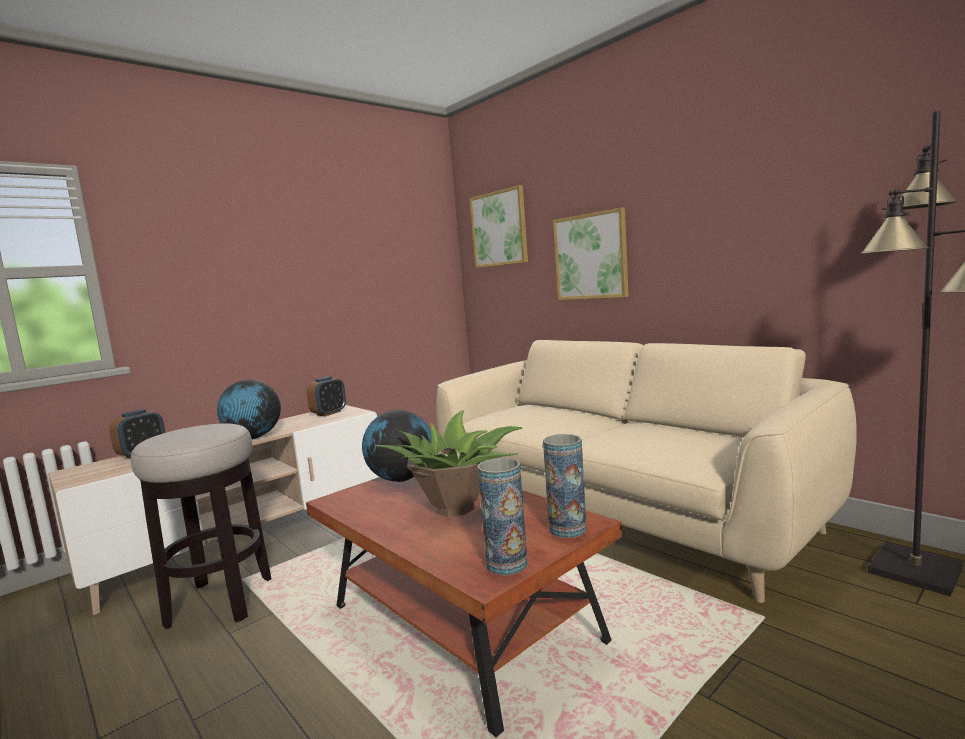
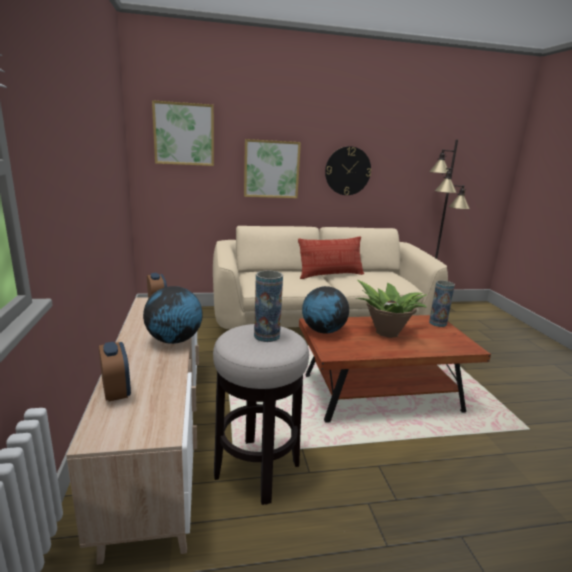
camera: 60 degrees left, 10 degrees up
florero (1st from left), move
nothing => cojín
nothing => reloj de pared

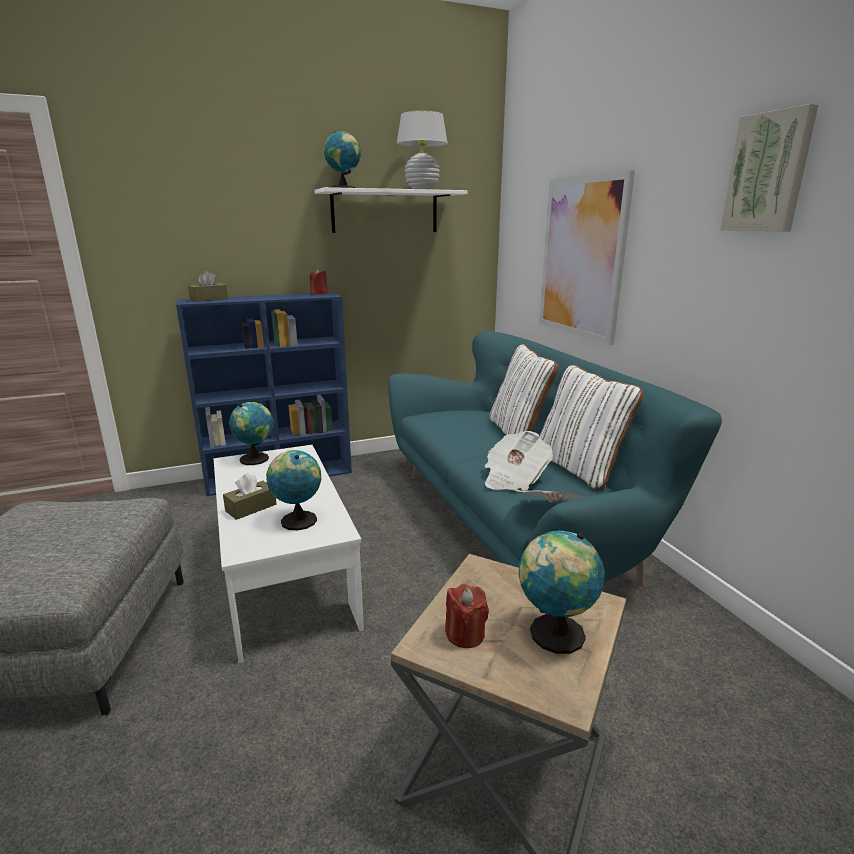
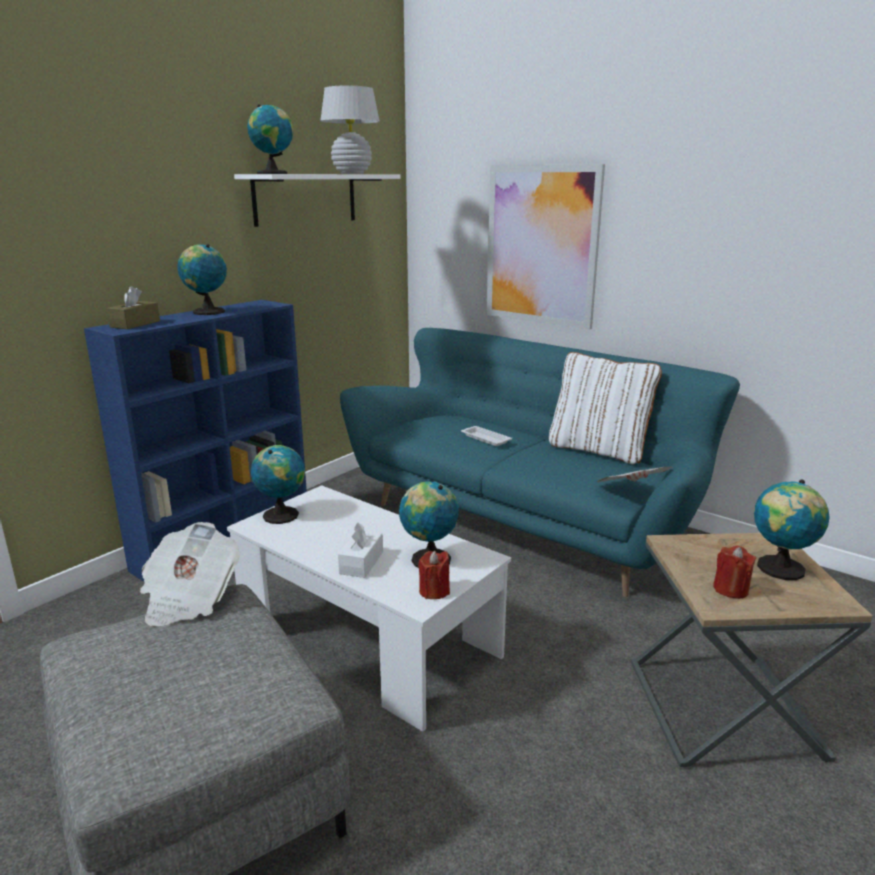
camera: 30 degrees left, 0 degrees up
caja de pañuelos/marrón (2nd from left) => caja de pañuelos/blanco
vela/rojo (1st from left), move
periódico (1st from left), move
cojín/blanco (1st from left) => nothing
cuadro (2nd from left) => nothing
nothing => globo terráqueo (1st from left)
nothing => bandeja/blanco

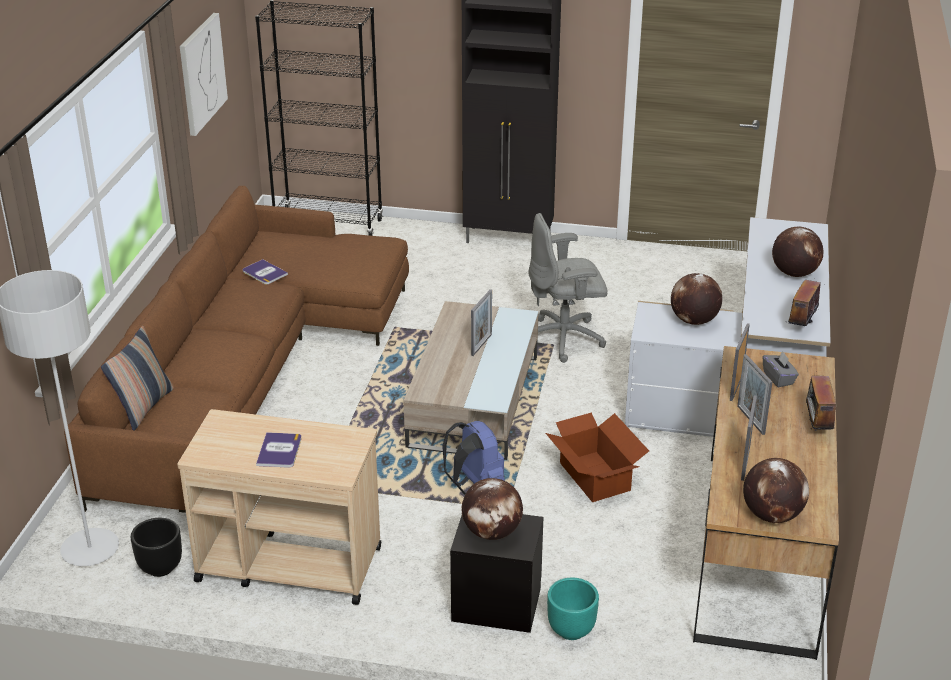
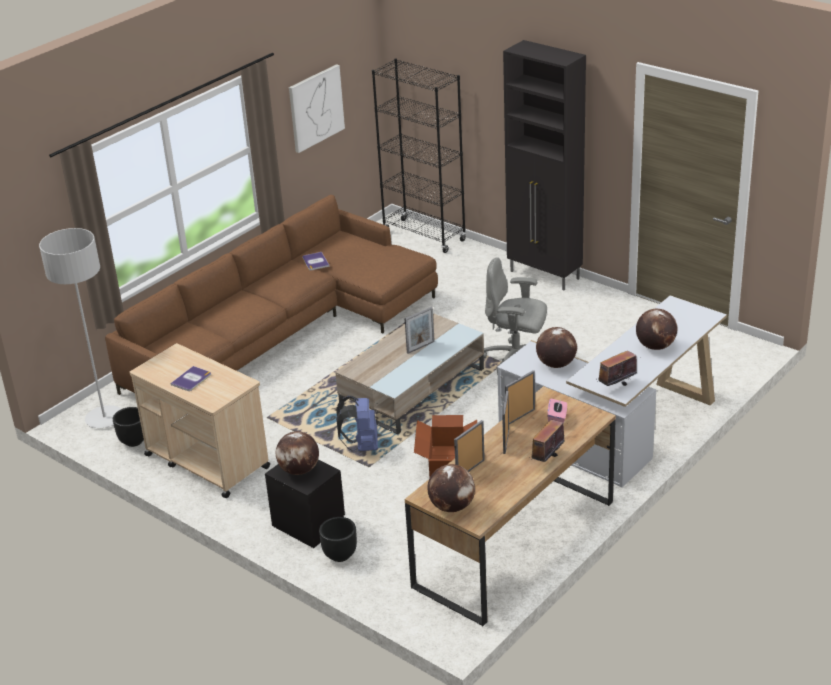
camera: 30 degrees right, 0 degrees up
cojín => nothing
maceta/turquesa => maceta/negro (2nd from left)
caja de pañuelos/gris => caja de pañuelos/rosa

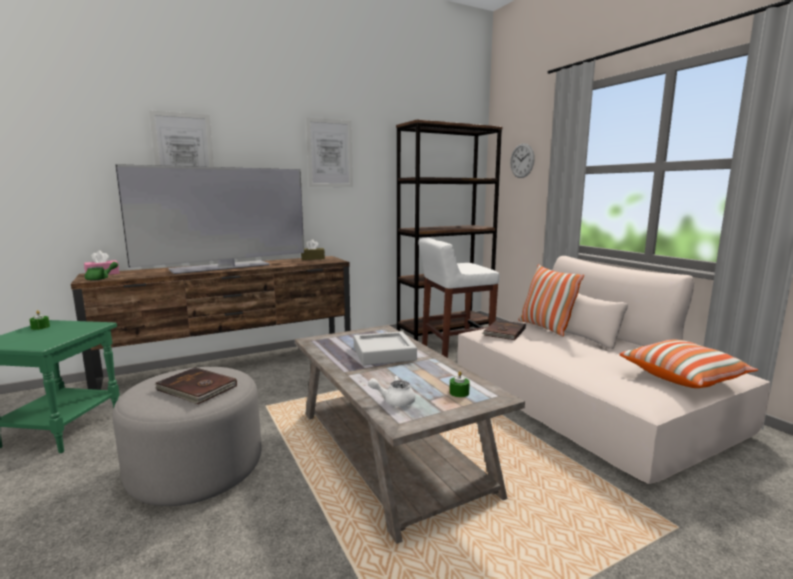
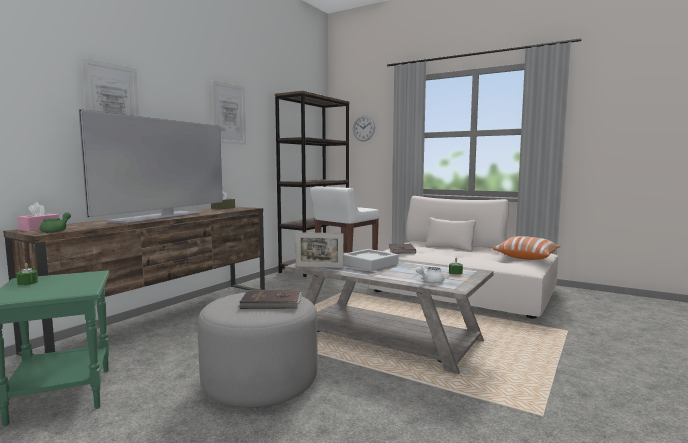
camera: 30 degrees left, 5 degrees down
cojín (1st from left) => nothing
nothing => portarretratos

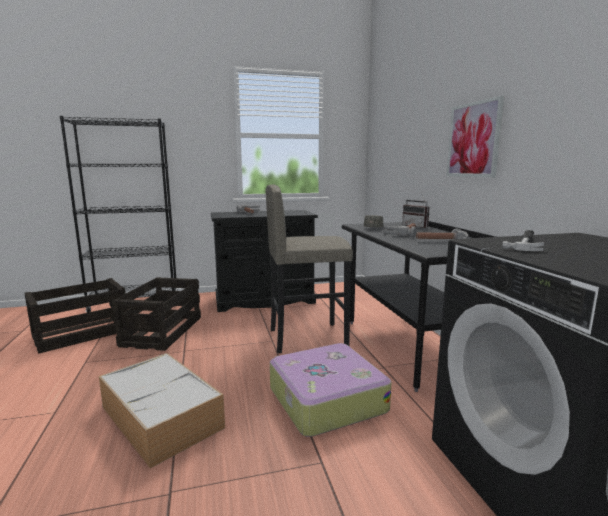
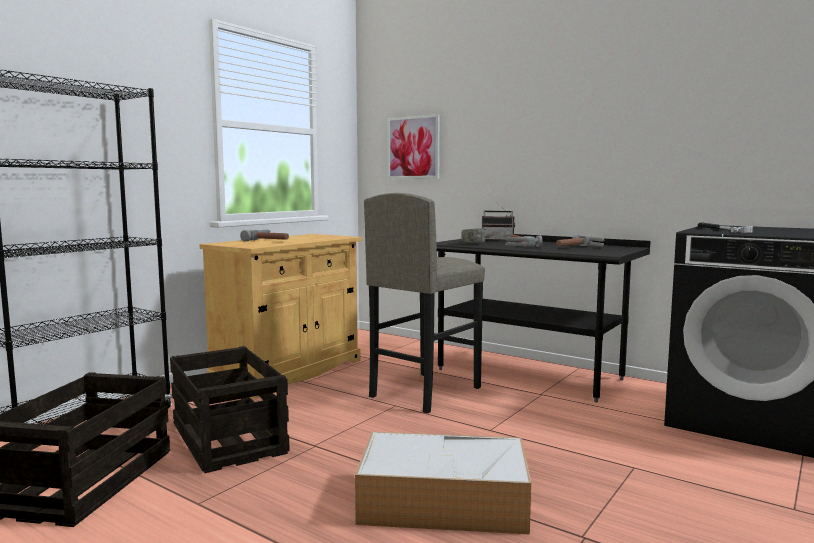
camera: 40 degrees left, 5 degrees down
armario/negro => armario/beis
maleta => nothing
cuadro, move

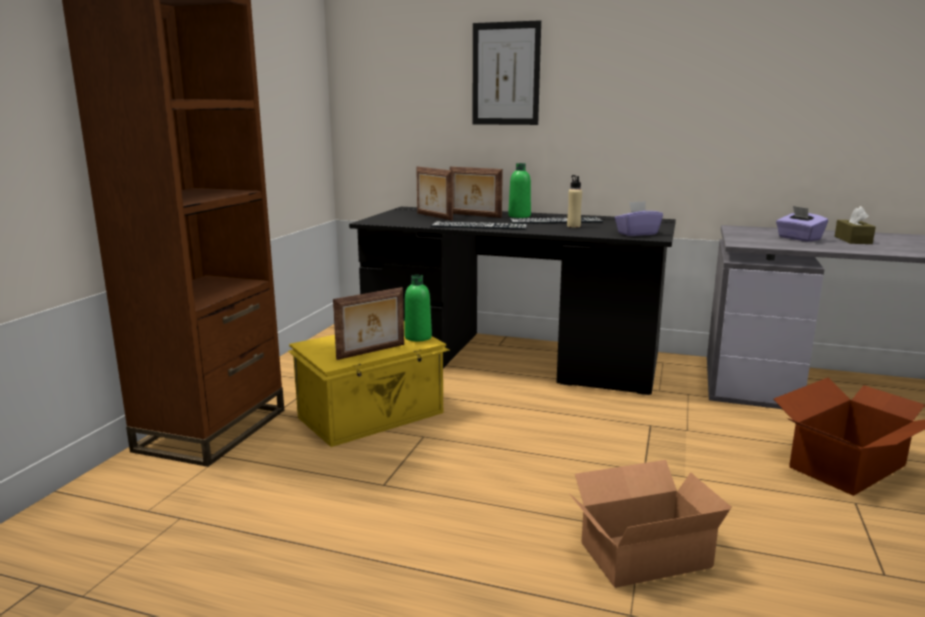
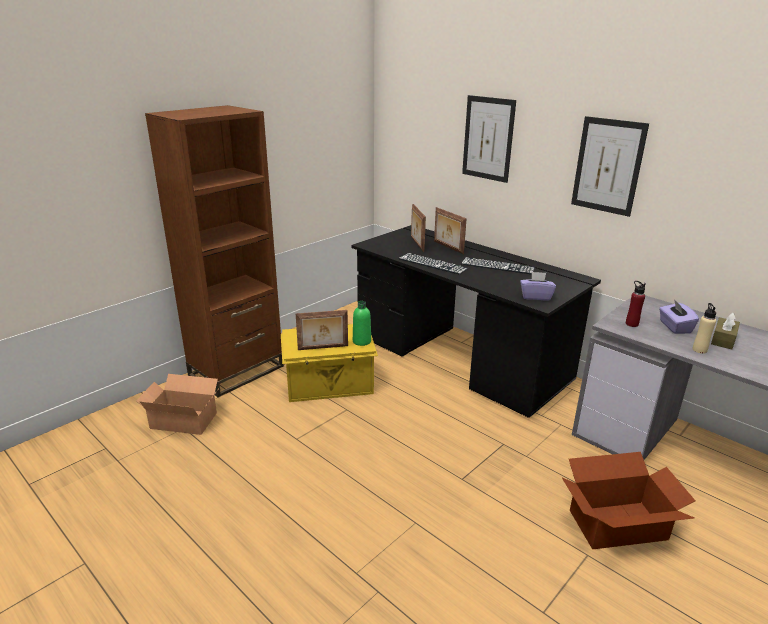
camera: 25 degrees right, 10 degrees up
botella/verde (2nd from left) => nothing
botella/beis, move
caja de cartón (1st from left), move
nothing => cuadro (2nd from left)
nothing => botella/rojo

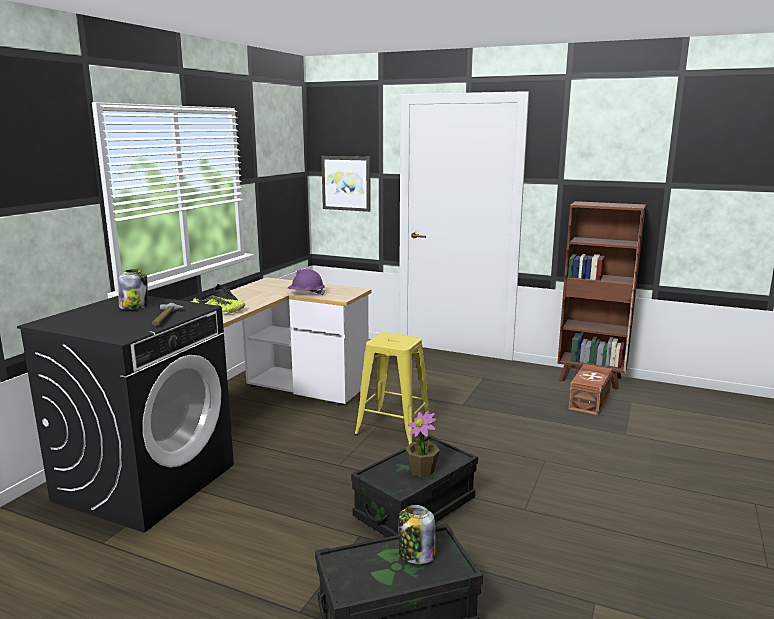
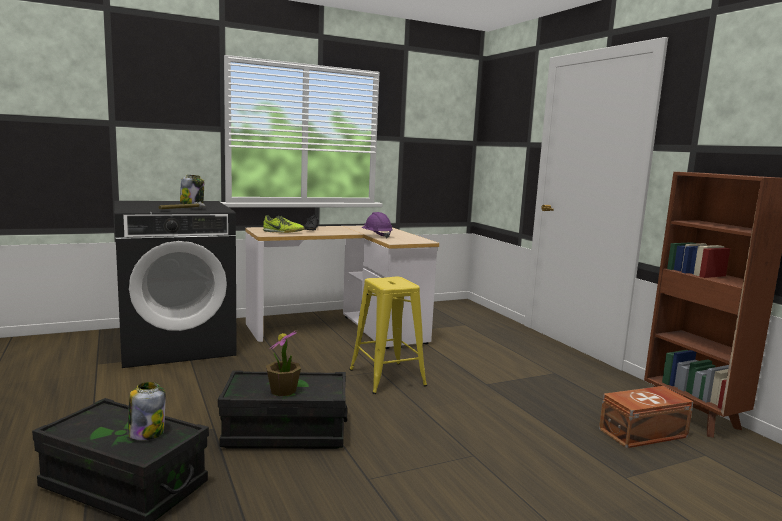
camera: 40 degrees right, 5 degrees down
cuadro => nothing

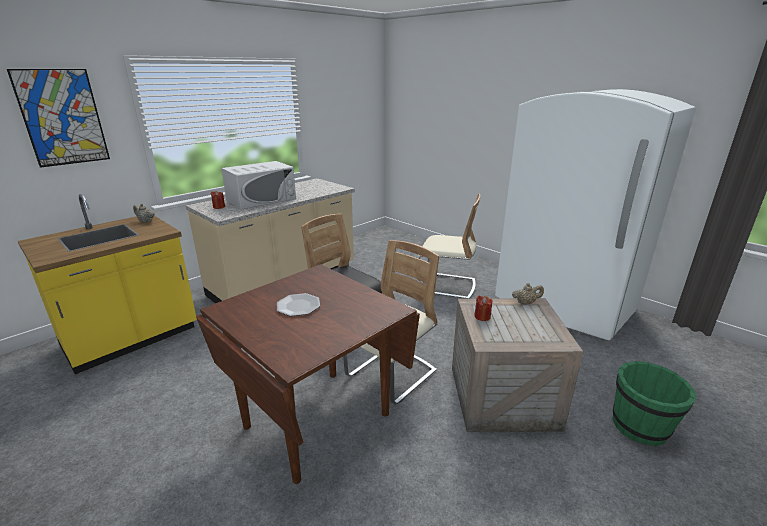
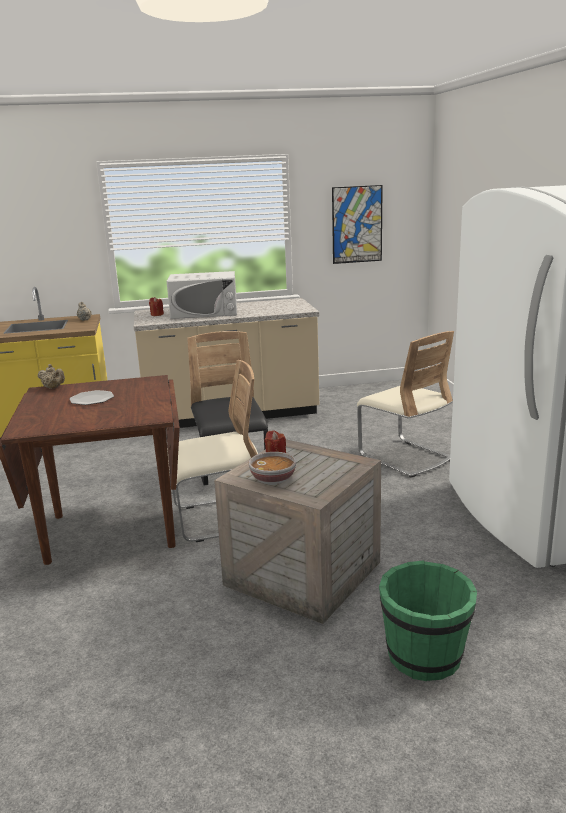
camera: 35 degrees right, 5 degrees down
cuadro, move
tetera/beis (2nd from left in the first image) => tetera/beis (1st from left), move
nothing => cuenco

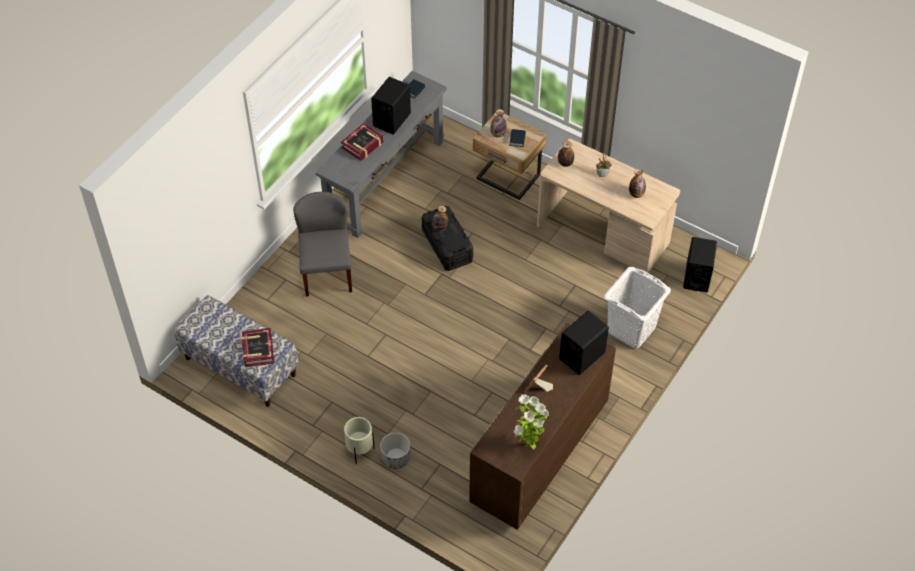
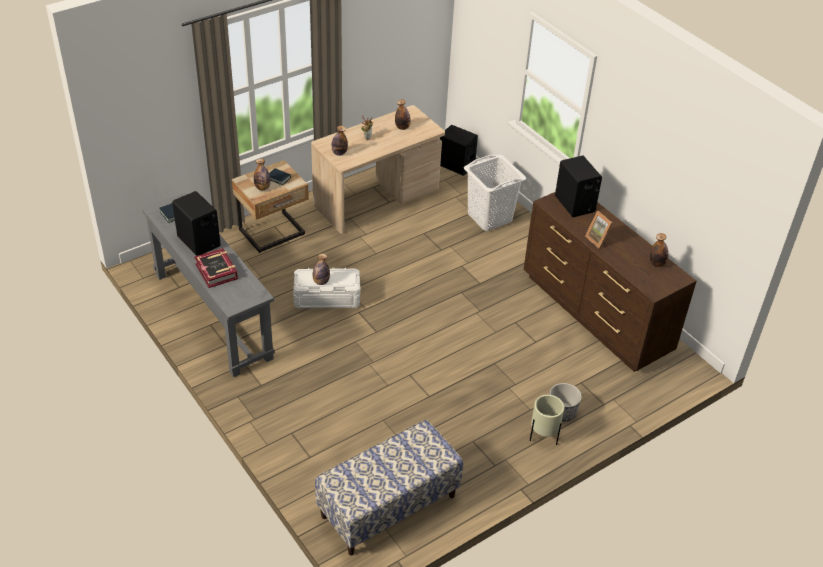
camera: 70 degrees left, 10 degrees down
libro (1st from left) => nothing
silla/gris => nothing
caja de almacenaje/negro => caja de almacenaje/blanco
planta en maceta (1st from left) => botella (5th from left)

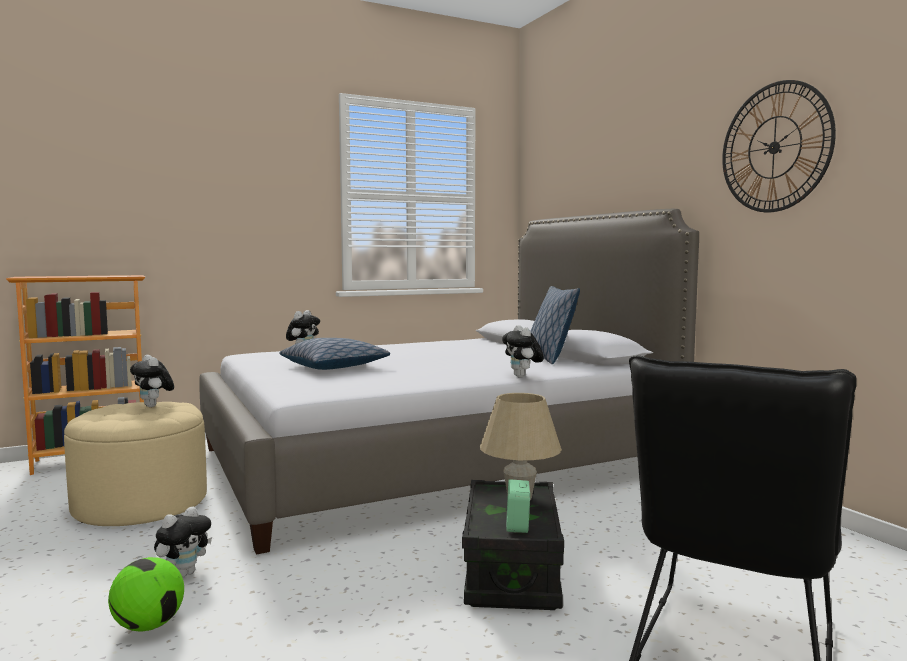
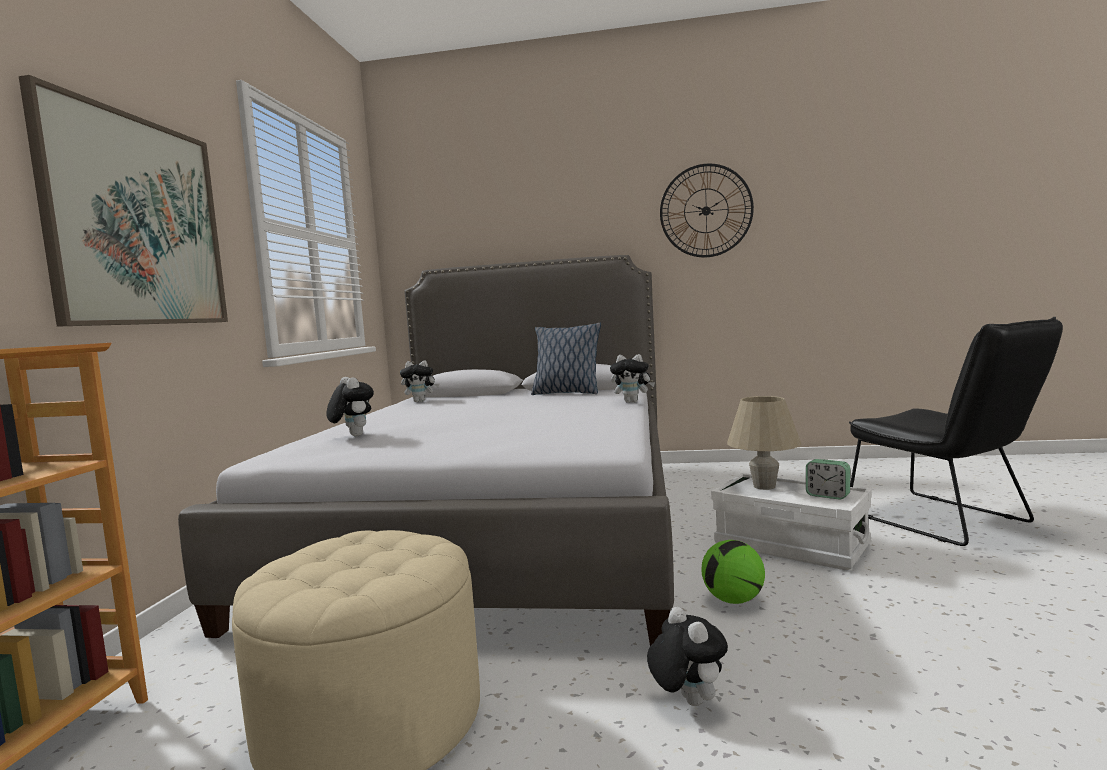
camera: 55 degrees left, 0 degrees up
balón de fútbol, move
peluche (1st from left in the first image) => peluche (2nd from left), move
cojín (1st from left) => nothing
caja de almacenaje/negro => caja de almacenaje/blanco
nothing => cuadro

